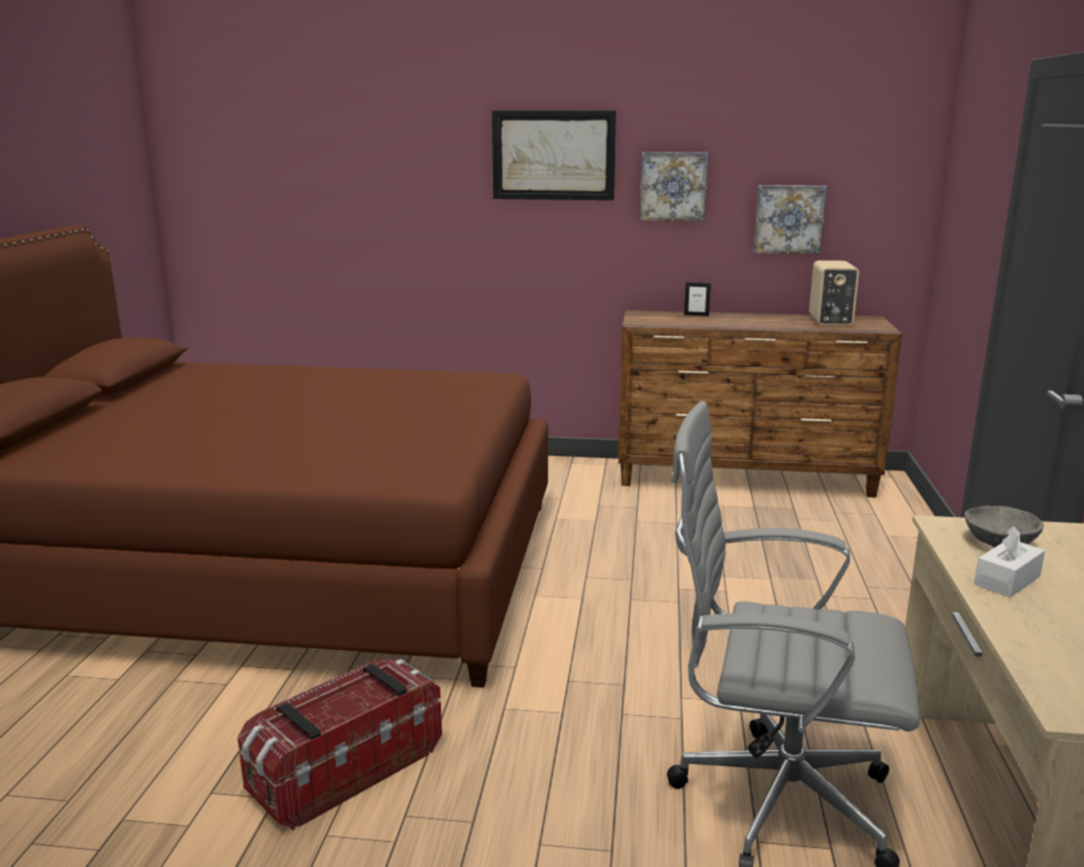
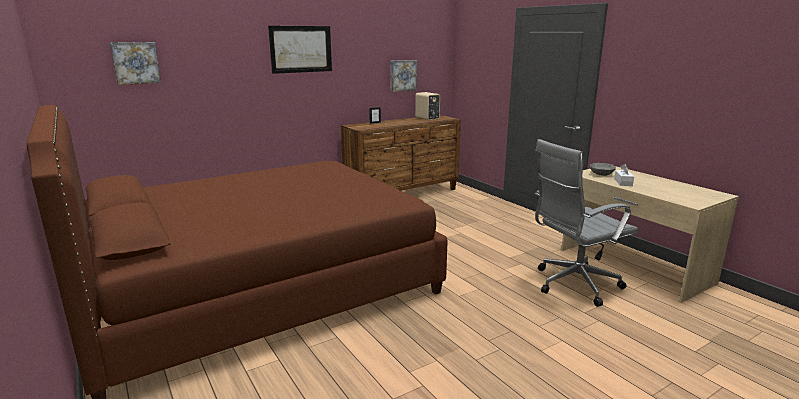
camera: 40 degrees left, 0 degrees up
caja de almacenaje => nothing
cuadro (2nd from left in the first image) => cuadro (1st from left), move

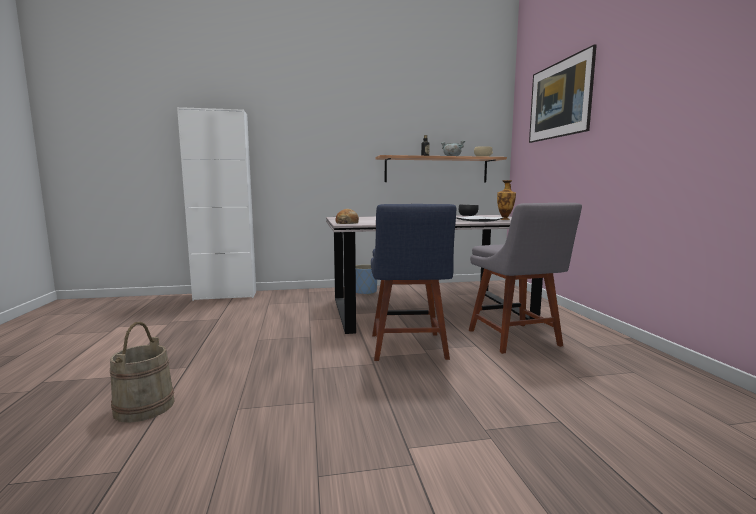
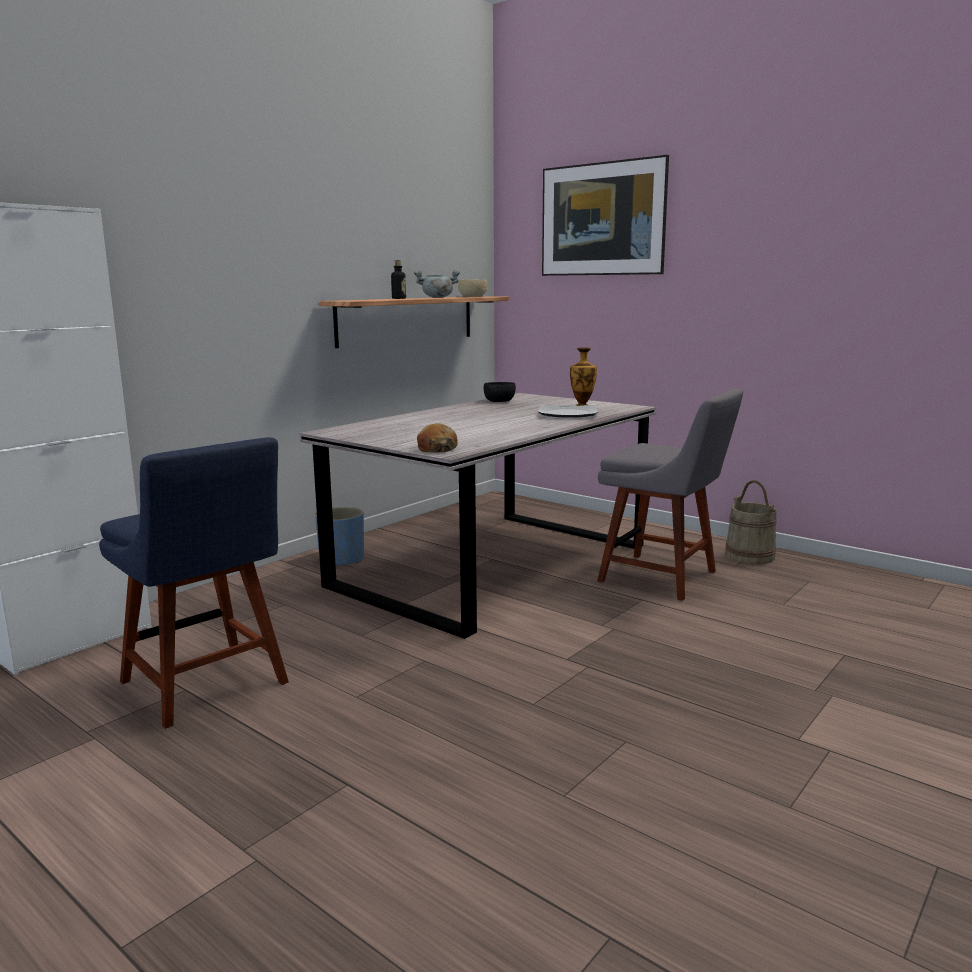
camera: 40 degrees left, 5 degrees up
cubo/beis, move
silla/azul, move

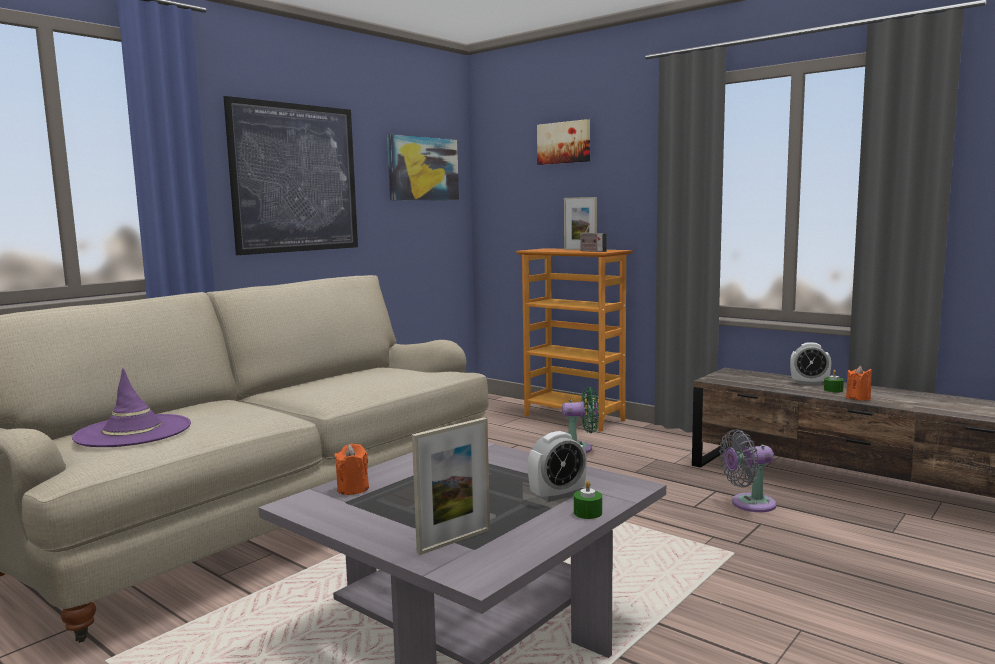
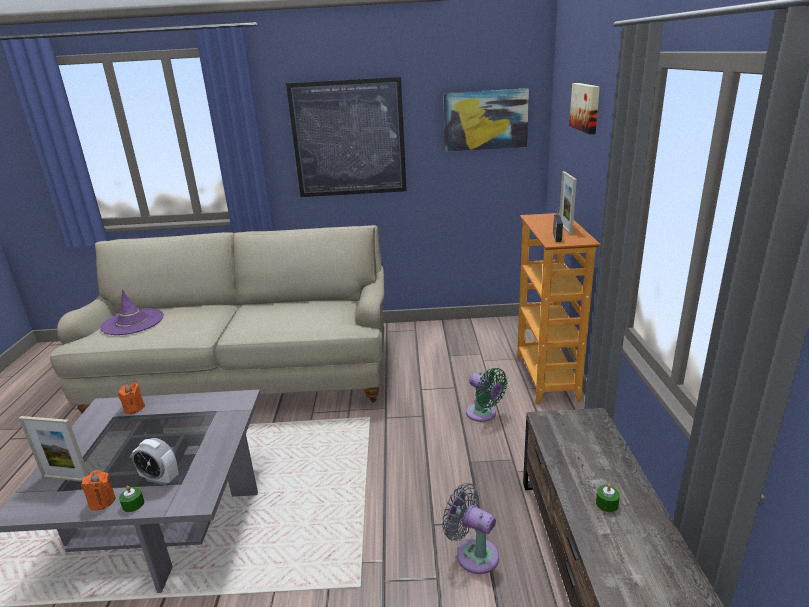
camera: 50 degrees right, 15 degrees up
despertador (2nd from left) => nothing
vela/naranja (2nd from left in the first image) => vela/naranja (1st from left), move

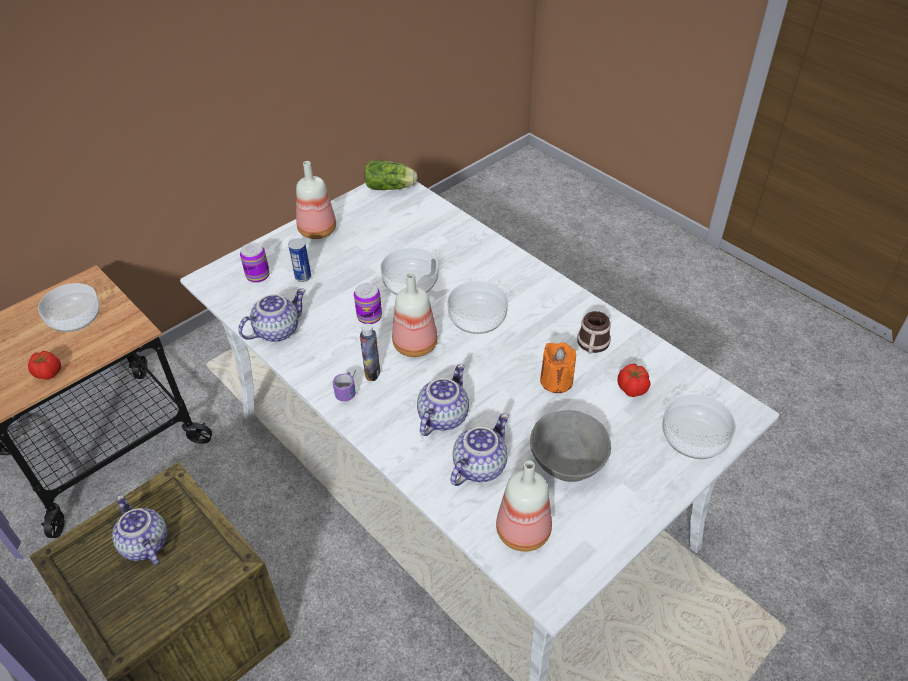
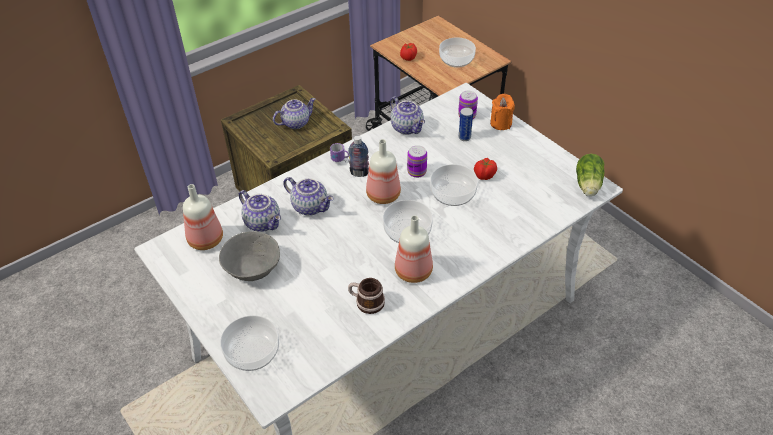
camera: 95 degrees right, 0 degrees up
botella (1st from left in the first image) => botella (4th from left), move
vela/naranja, move
tomate (2nd from left), move

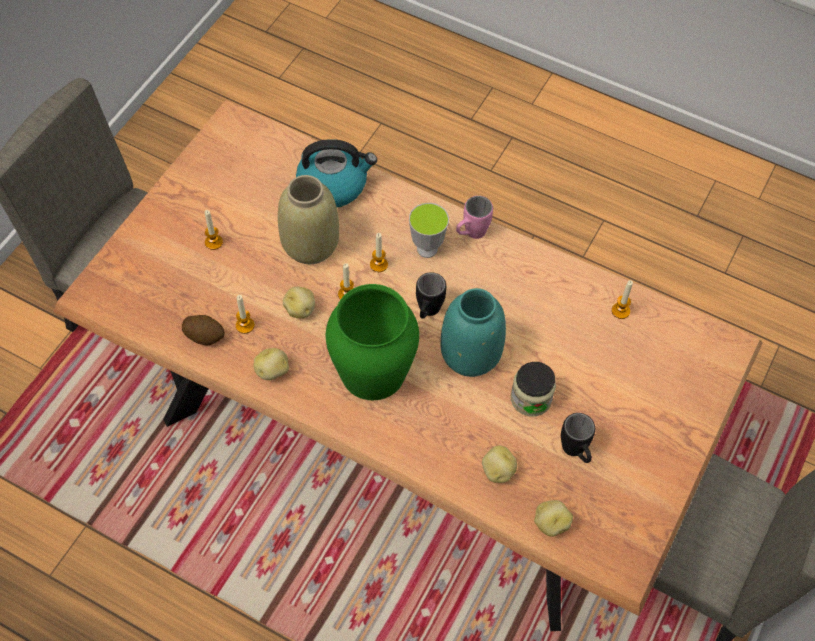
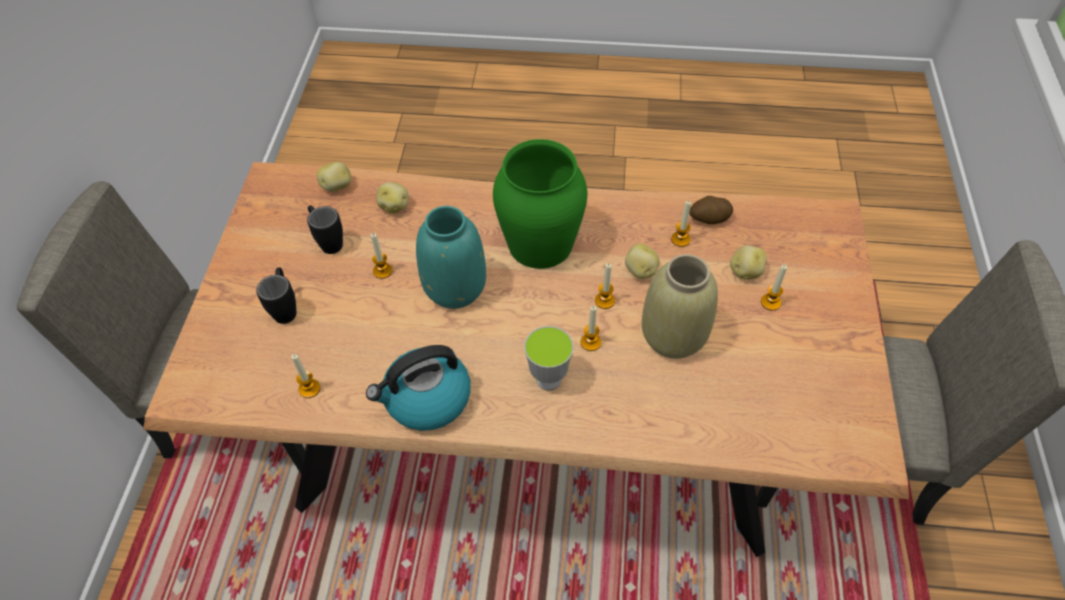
camera: 160 degrees right, 5 degrees down
patata (2nd from left in the first image) => patata (5th from left), move
hervidor, move
taza grande/negro (1st from left), move
taza grande/rosa => nothing
tarro => vela (2nd from left)

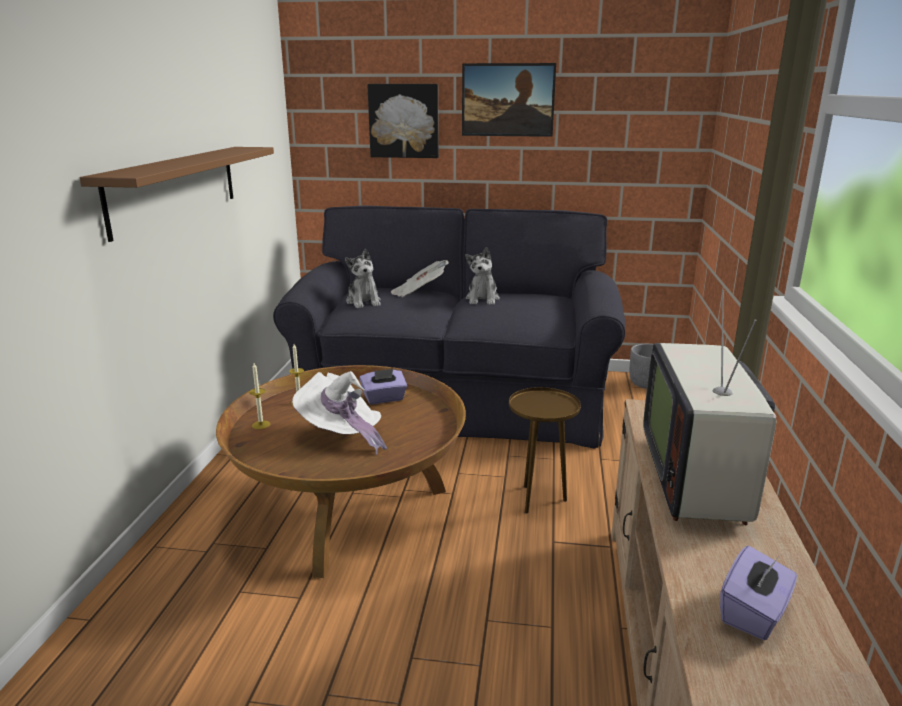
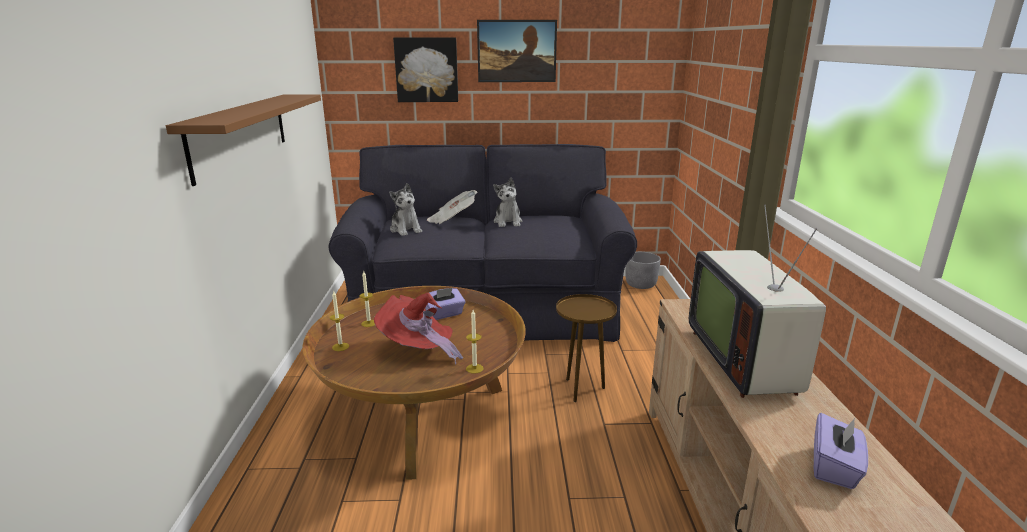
camera: 10 degrees left, 0 degrees up
sombrero/blanco => sombrero/rojo
nothing => vela (3rd from left)

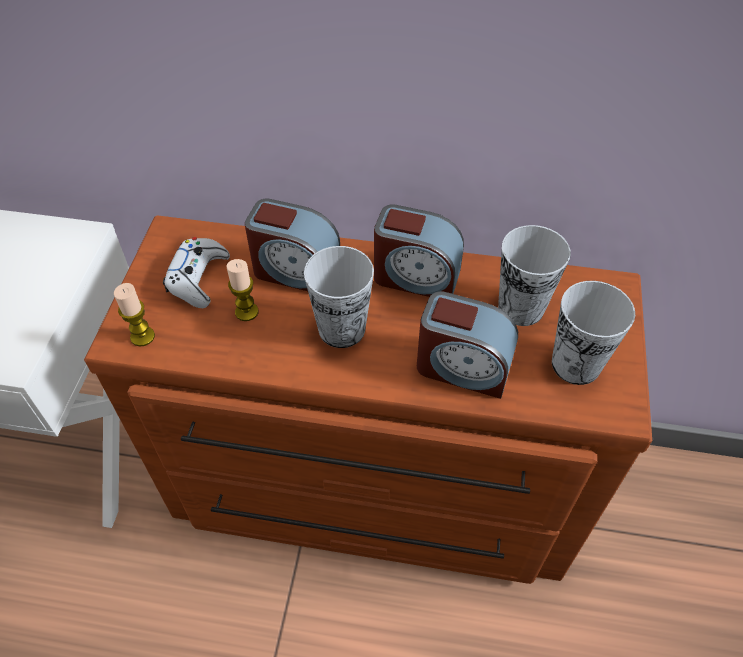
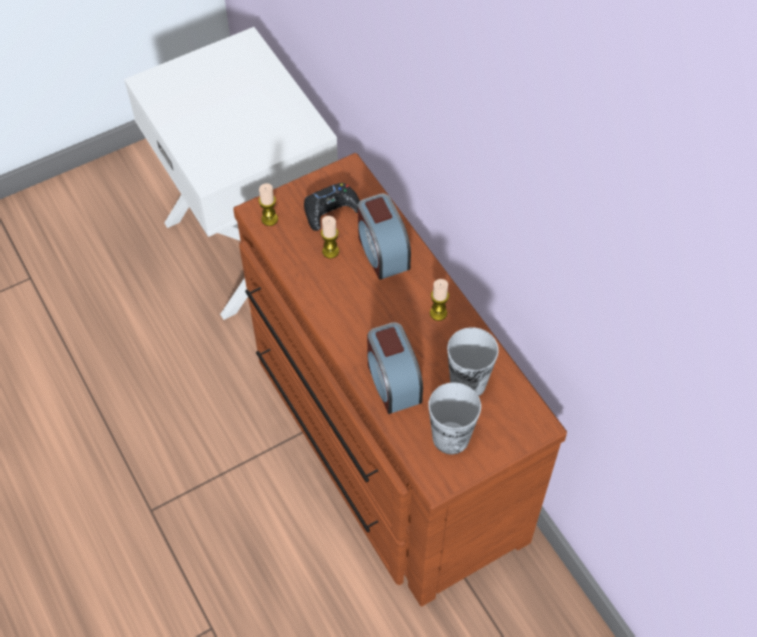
camera: 50 degrees right, 5 degrees up
mando de consola/blanco => mando de consola/negro
taza (1st from left) => nothing
despertador (2nd from left) => vela (3rd from left)

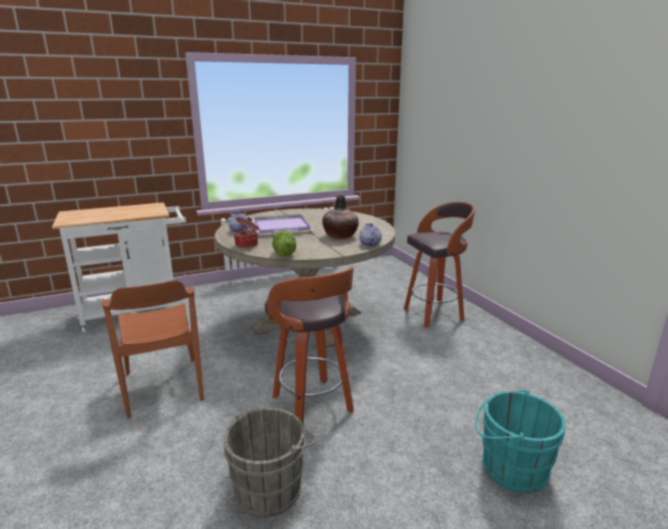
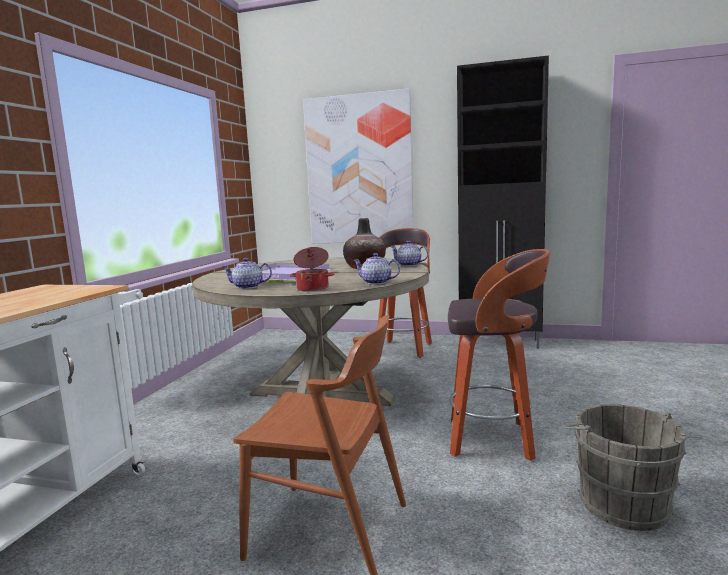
camera: 50 degrees left, 10 degrees down
lechuga => tetera (2nd from left)
cubo/turquesa => nothing
nothing => cuadro
nothing => armario/negro

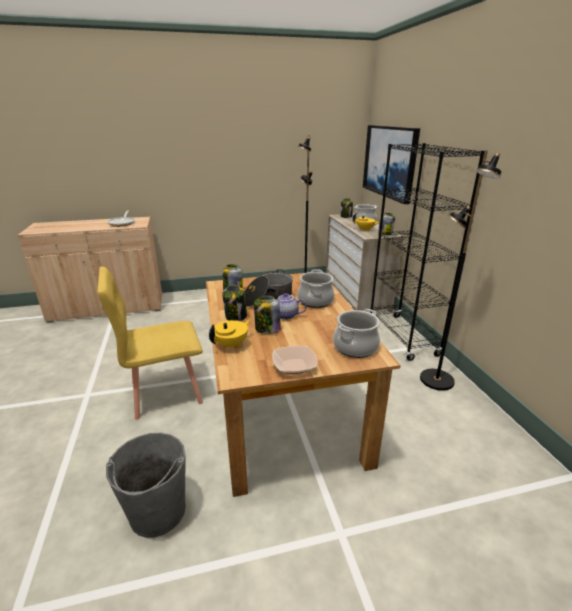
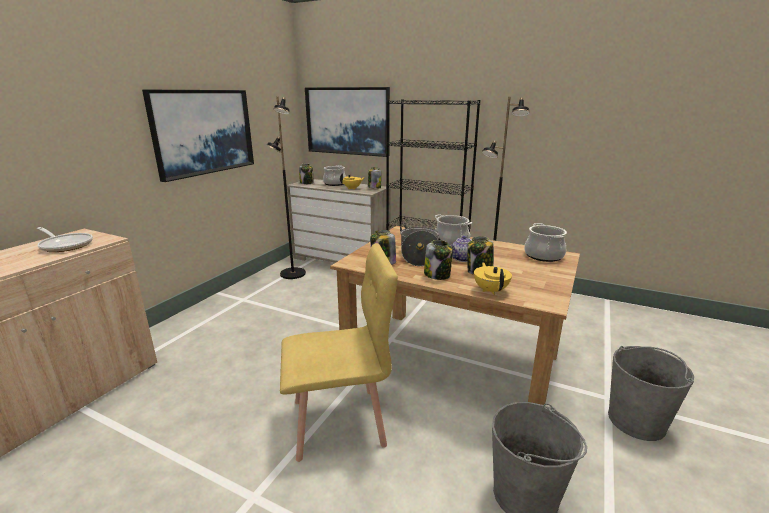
camera: 50 degrees left, 5 degrees down
silla/amarillo, 120 degrees counterclockwise
cuenco => nothing
nothing => cuadro (1st from left)
nothing => cubo/gris (2nd from left)

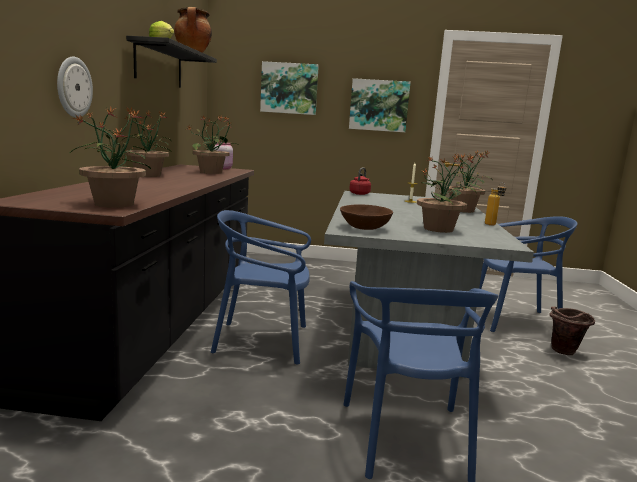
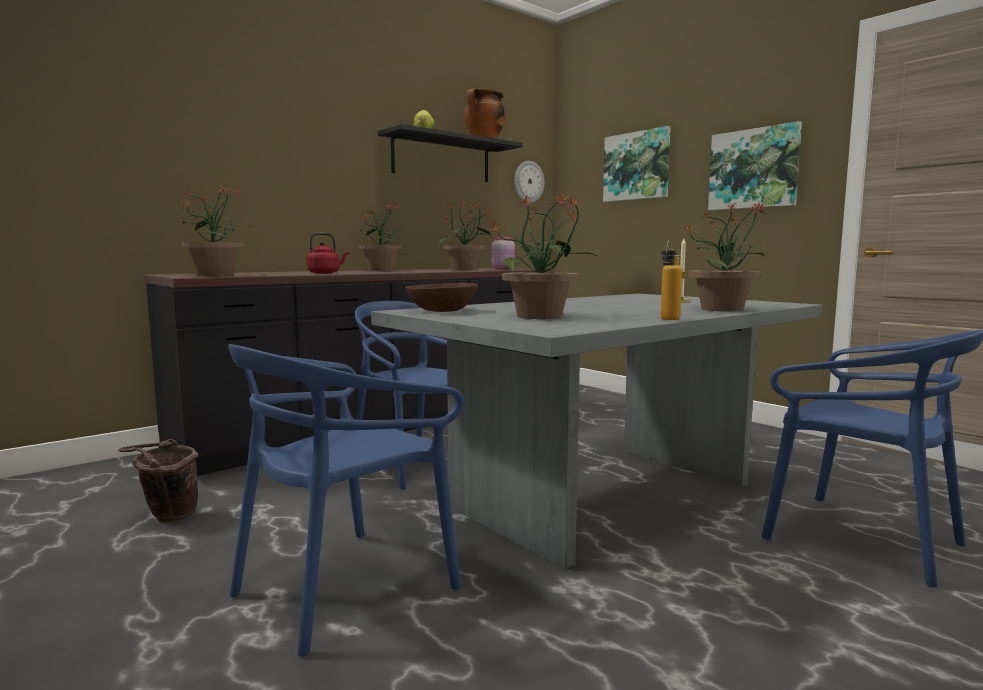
camera: 45 degrees right, 5 degrees down
reloj de pared, move
hervidor/rojo, move
cubo/marrón, move

